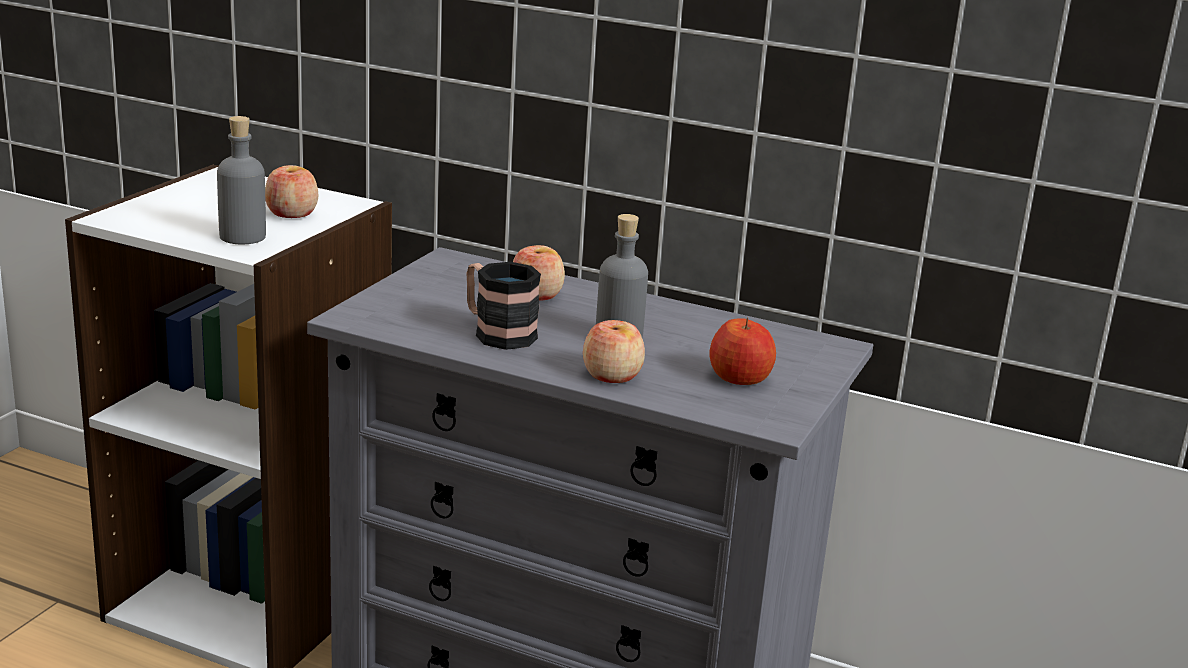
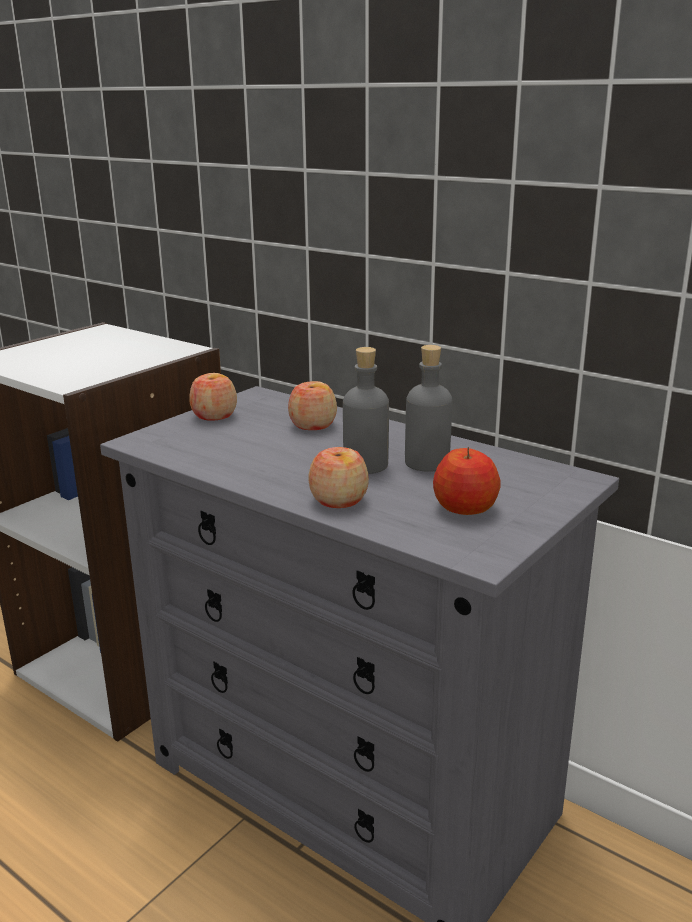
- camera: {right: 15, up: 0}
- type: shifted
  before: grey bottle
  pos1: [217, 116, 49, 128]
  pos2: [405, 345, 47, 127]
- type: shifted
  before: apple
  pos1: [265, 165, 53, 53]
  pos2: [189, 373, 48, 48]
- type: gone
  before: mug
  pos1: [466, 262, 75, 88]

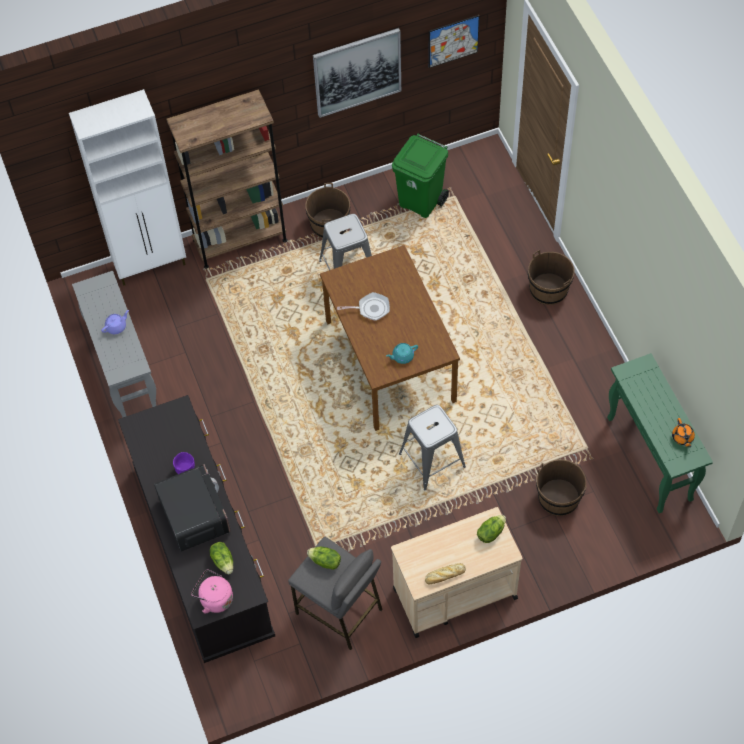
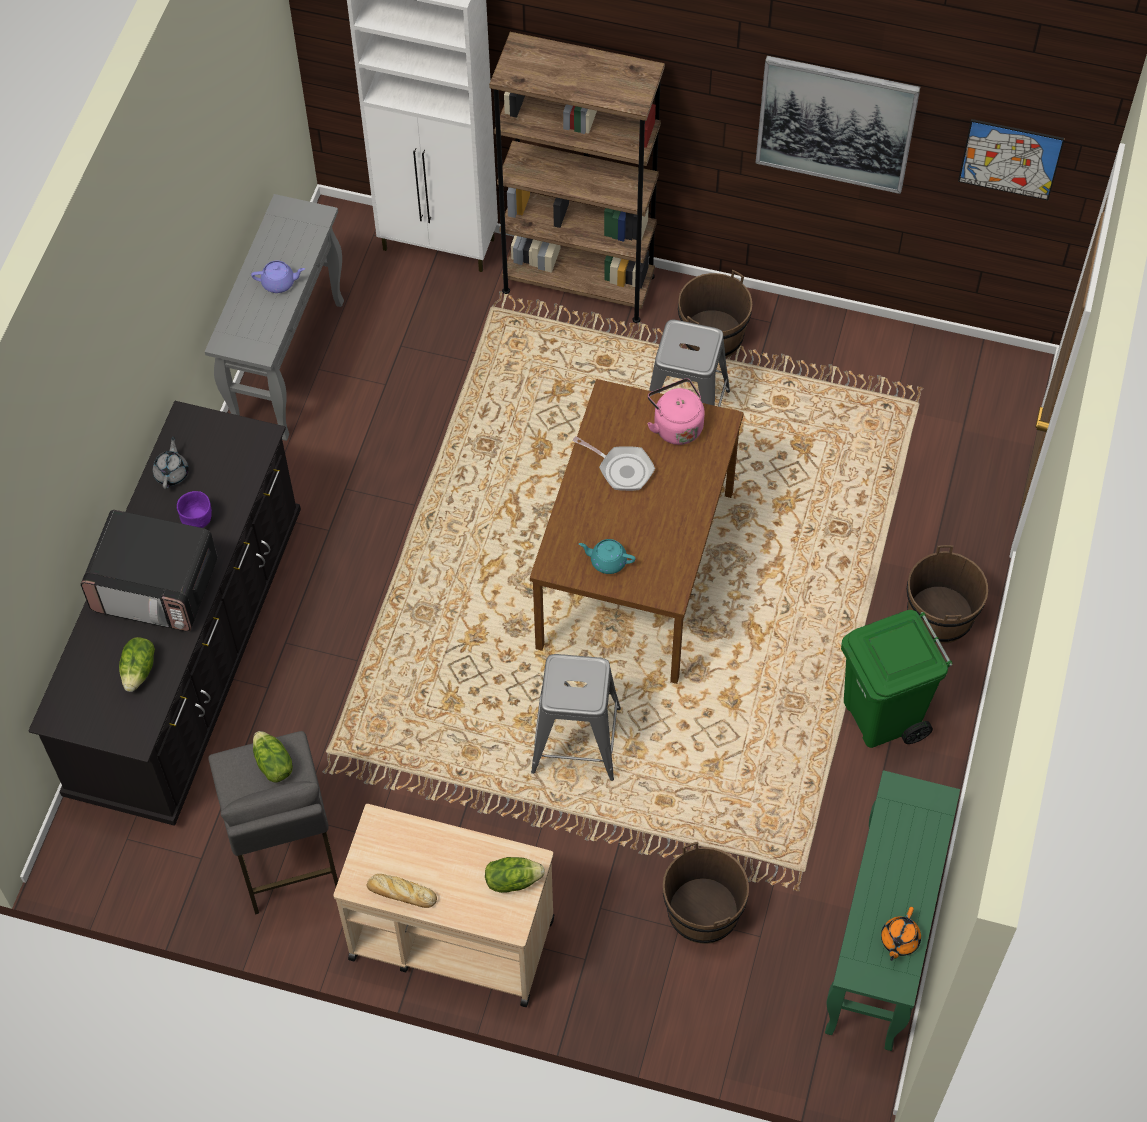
- camera: {right: 35, up: 0}
- type: shifted
  before: green trash can
  pos1: [392, 134, 57, 84]
  pos2: [841, 610, 112, 138]
- type: rotated
  before: microwave
  pos1: [154, 464, 77, 88]
  pos2: [81, 510, 137, 122]
  turn: 90
- type: shifted
  before: pink kettle
  pos1: [191, 569, 42, 44]
  pos2: [647, 378, 58, 67]
- type: new
  after: grey teapot
  pos2: [152, 436, 37, 53]

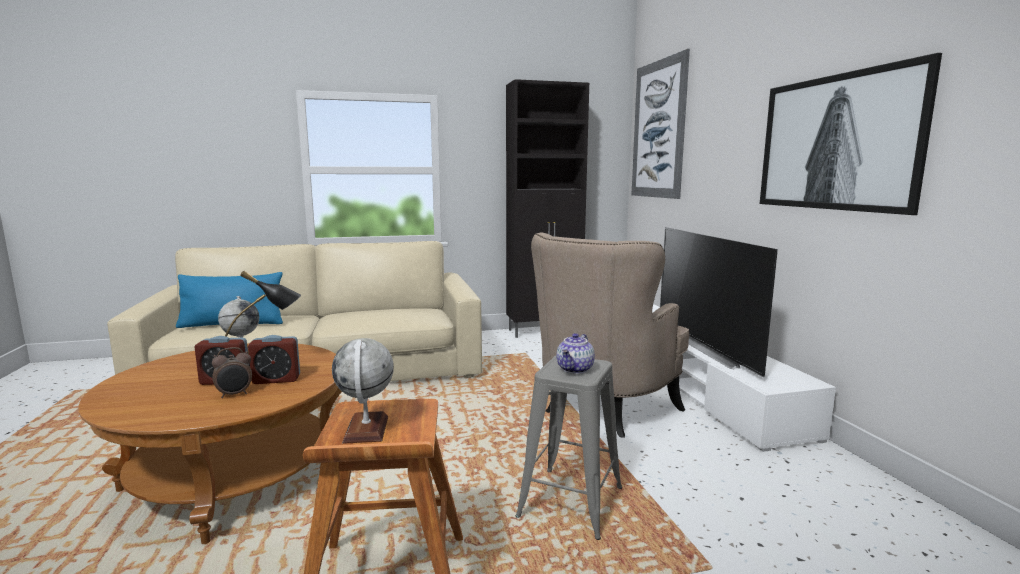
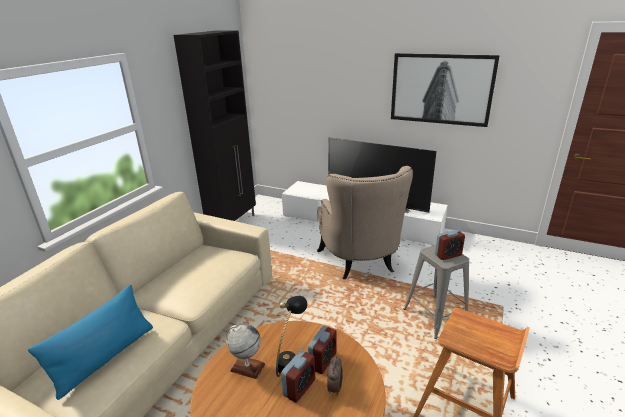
- camera: {right: -50, up: 15}
- type: gone
  before: picture
  pos1: [631, 49, 59, 150]
- type: swapped
  before: teapot
  after: alarm clock
  pos1: [556, 333, 39, 41]
  pos2: [435, 230, 30, 30]
- type: gone
  before: globe
  pos1: [332, 338, 62, 106]

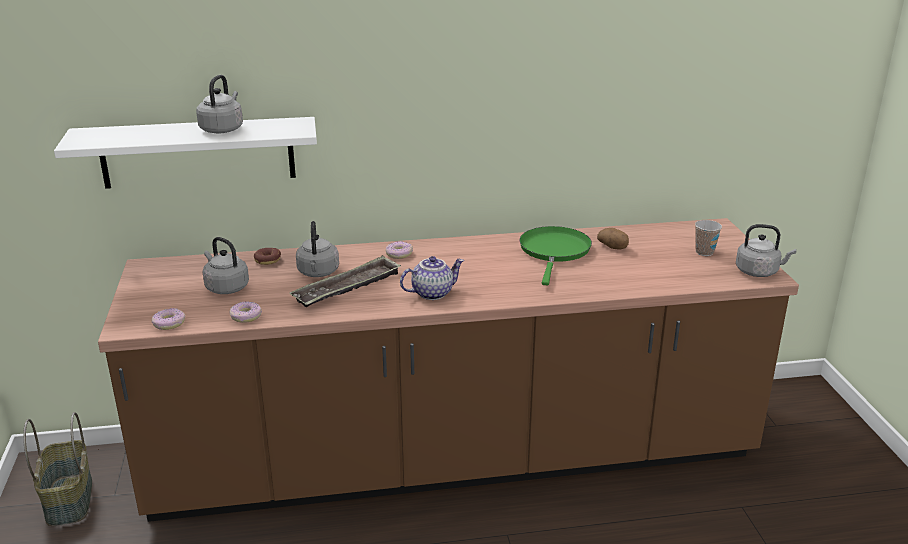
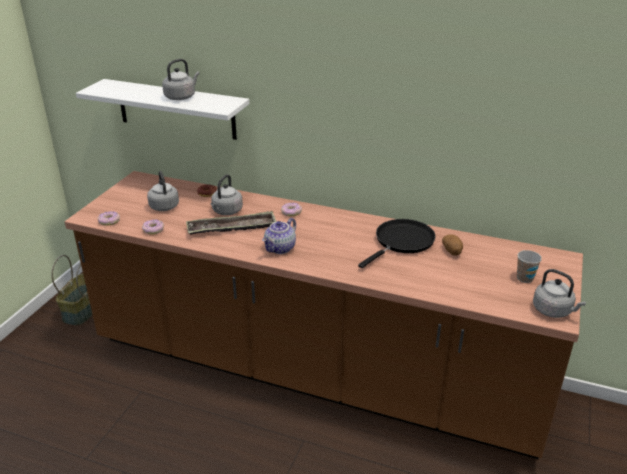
- camera: {right: 30, up: 5}
- type: repainted
  before: green frying pan
  after: black frying pan
  pos1: [519, 226, 73, 59]
  pos2: [358, 219, 78, 49]
- type: rotated
  before: teapot
  pos1: [400, 256, 64, 44]
  pos2: [262, 218, 34, 36]
  turn: 120

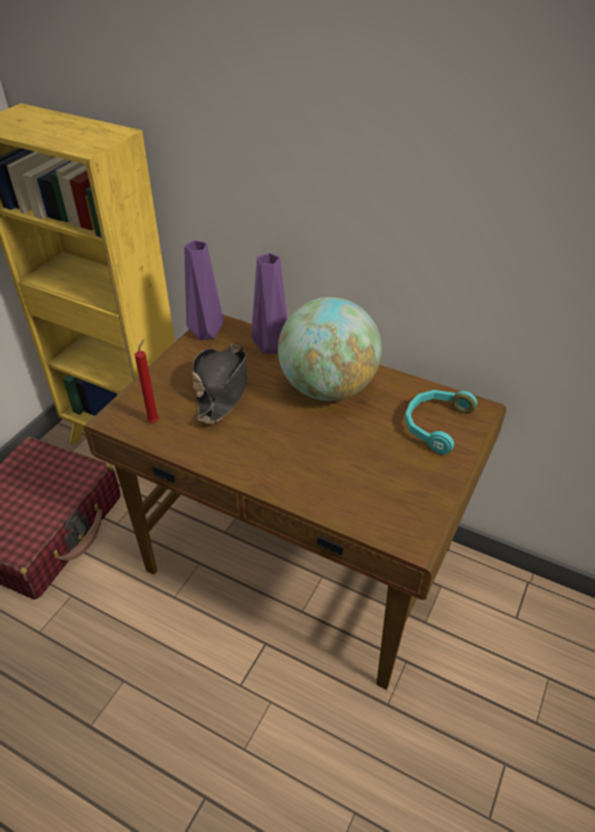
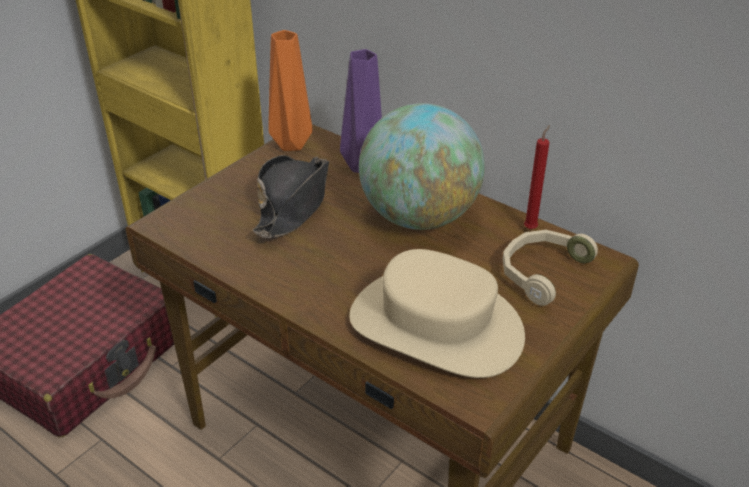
- camera: {right: 10, up: -5}
- type: repainted
  before: purple vase
  after: orange vase
  pos1: [184, 240, 40, 100]
  pos2: [268, 30, 45, 121]
- type: shifted
  before: red candle
  pos1: [135, 339, 24, 84]
  pos2: [524, 125, 26, 104]
- type: repainted
  before: turquoise headphones
  after: beige headphones
  pos1: [405, 390, 72, 64]
  pos2: [502, 230, 96, 76]
- type: new
  after: beige hat
  pos2: [349, 249, 176, 129]

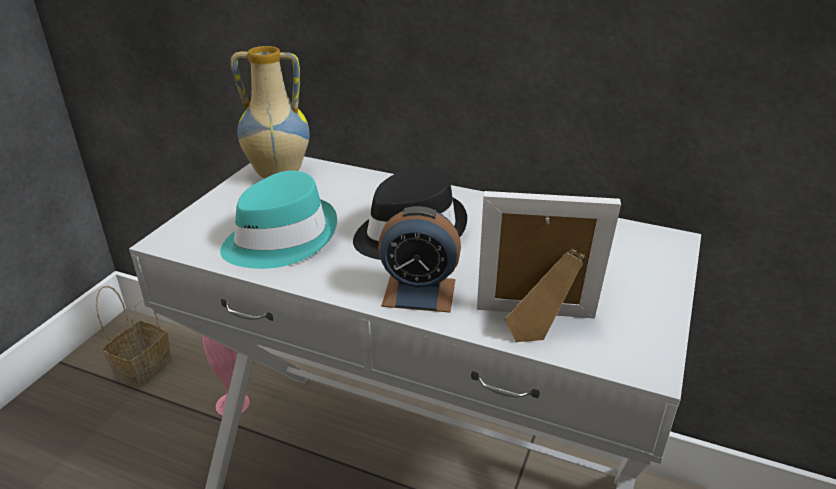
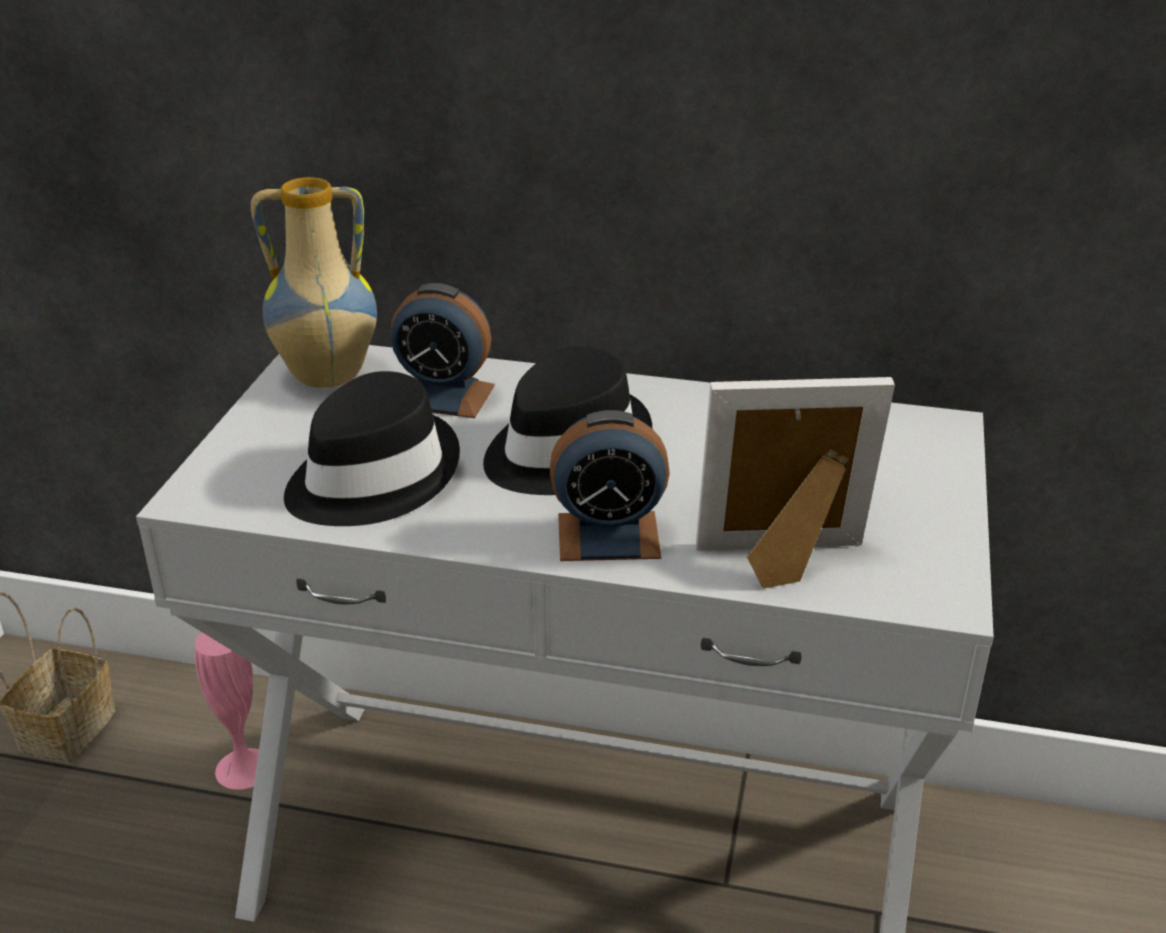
- camera: {right: -10, up: 0}
- type: repainted
  before: turquoise hat
  after: black hat
  pos1: [220, 171, 117, 98]
  pos2: [284, 371, 176, 155]
- type: new
  after: alarm clock
  pos2: [391, 283, 104, 135]

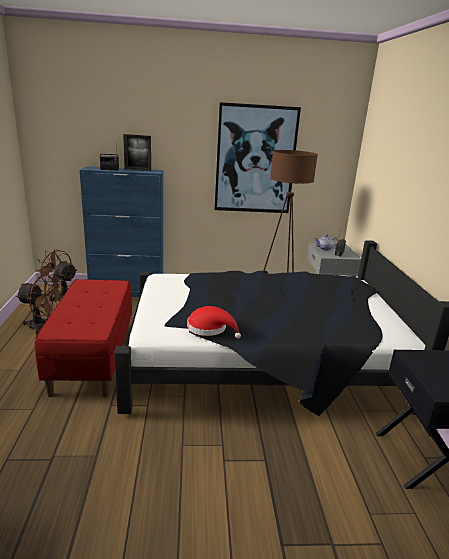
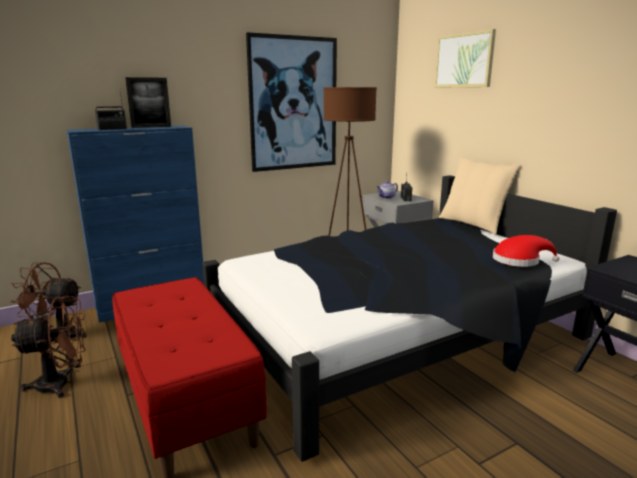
- camera: {right: -25, up: -5}
- type: shifted
  before: red hat
  pos1: [187, 306, 54, 32]
  pos2: [493, 235, 67, 32]
- type: new
  after: picture
  pos2: [434, 29, 62, 59]
- type: new
  after: beige pillow
  pos2: [439, 157, 82, 77]

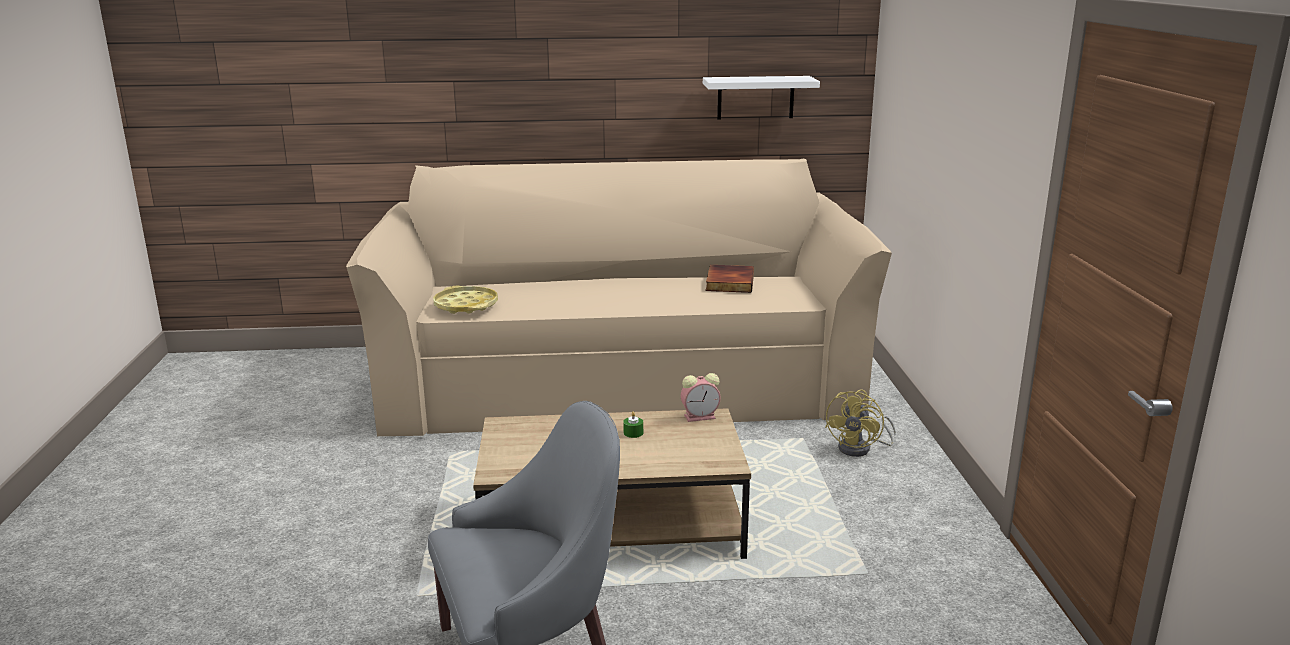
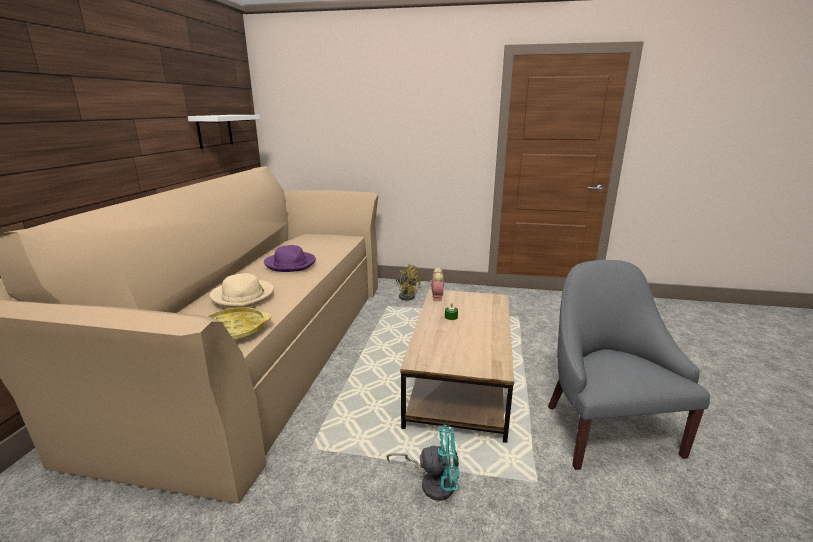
- camera: {right: -75, up: 0}
- type: gone
  before: book
  pos1: [706, 265, 48, 28]
- type: new
  after: purple hat
  pos2: [264, 245, 52, 27]
- type: new
  after: beige hat
  pos2: [210, 273, 64, 35]
- type: new
  after: turquoise fan
  pos2: [387, 425, 72, 76]

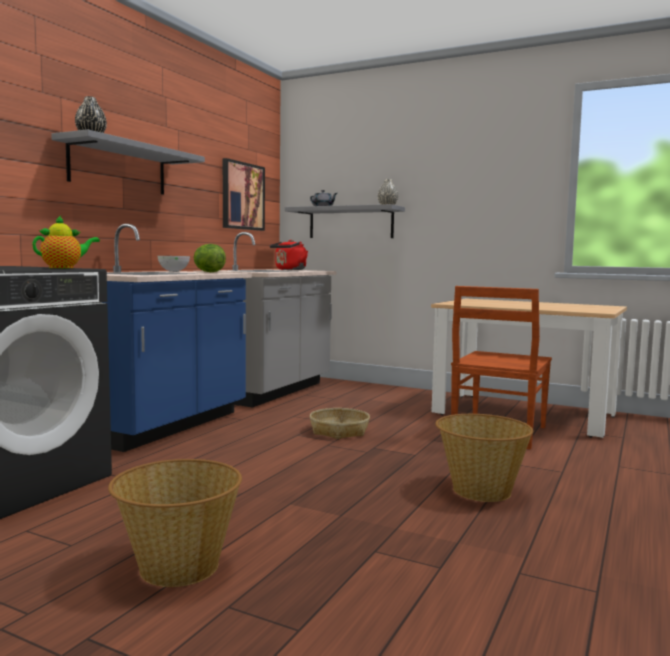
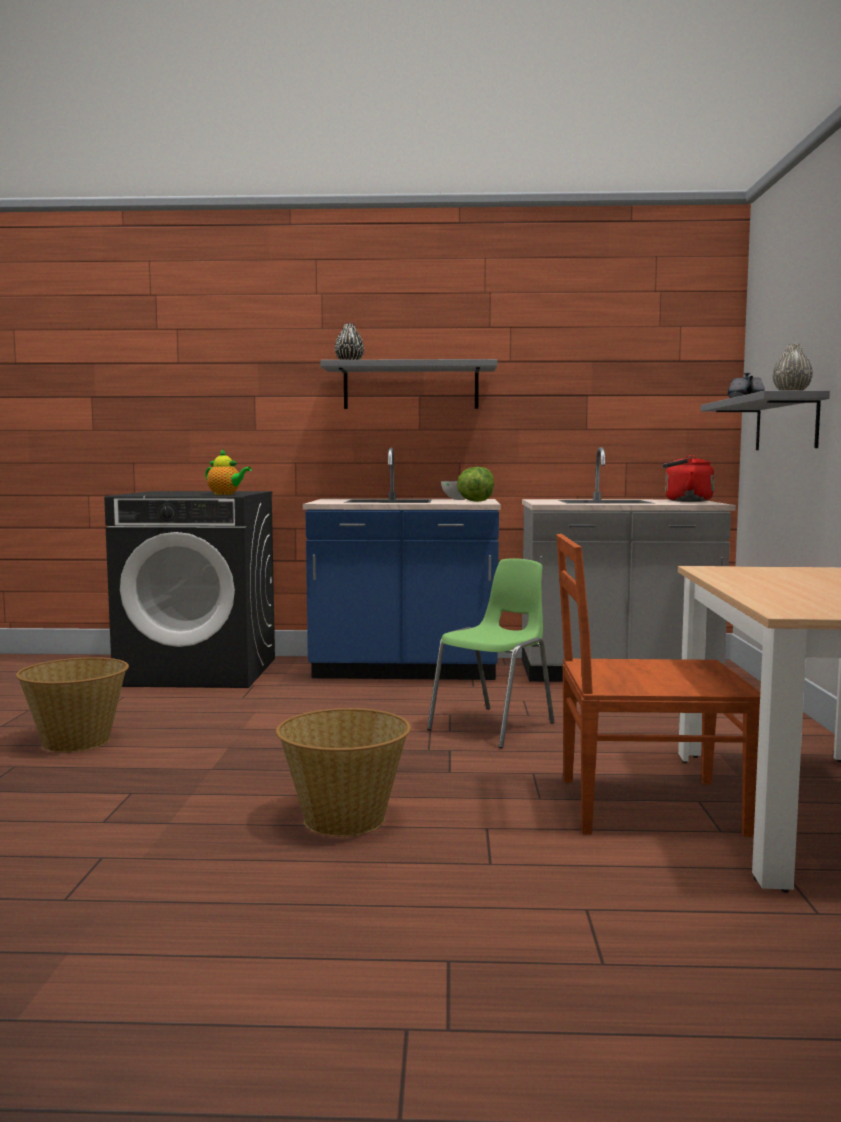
- camera: {right: 65, up: 0}
- type: gone
  before: picture
  pos1: [223, 158, 42, 73]
- type: swapped
  before: basket
  after: green chair
  pos1: [310, 408, 60, 31]
  pos2: [427, 558, 128, 191]

